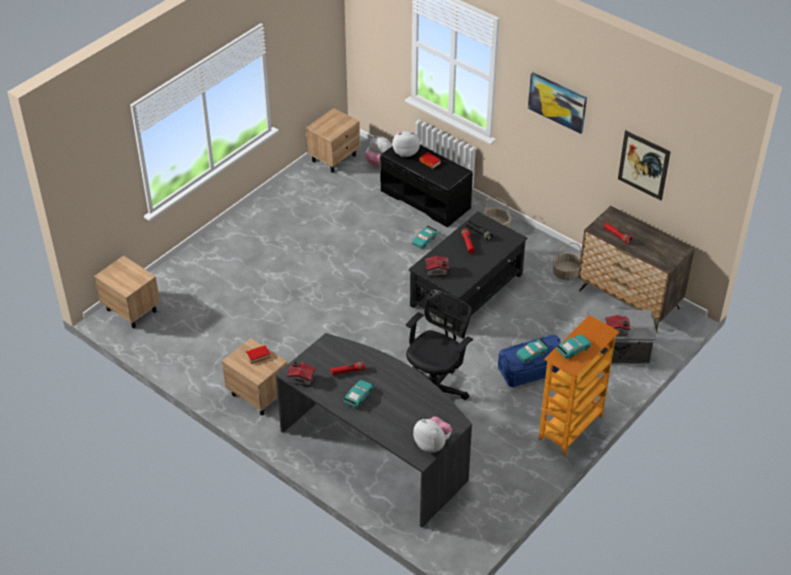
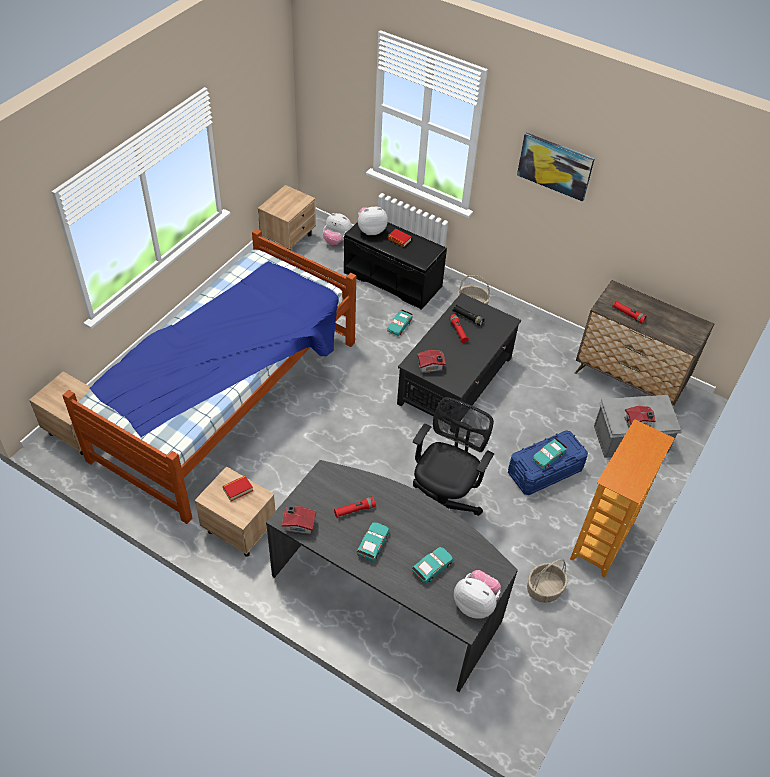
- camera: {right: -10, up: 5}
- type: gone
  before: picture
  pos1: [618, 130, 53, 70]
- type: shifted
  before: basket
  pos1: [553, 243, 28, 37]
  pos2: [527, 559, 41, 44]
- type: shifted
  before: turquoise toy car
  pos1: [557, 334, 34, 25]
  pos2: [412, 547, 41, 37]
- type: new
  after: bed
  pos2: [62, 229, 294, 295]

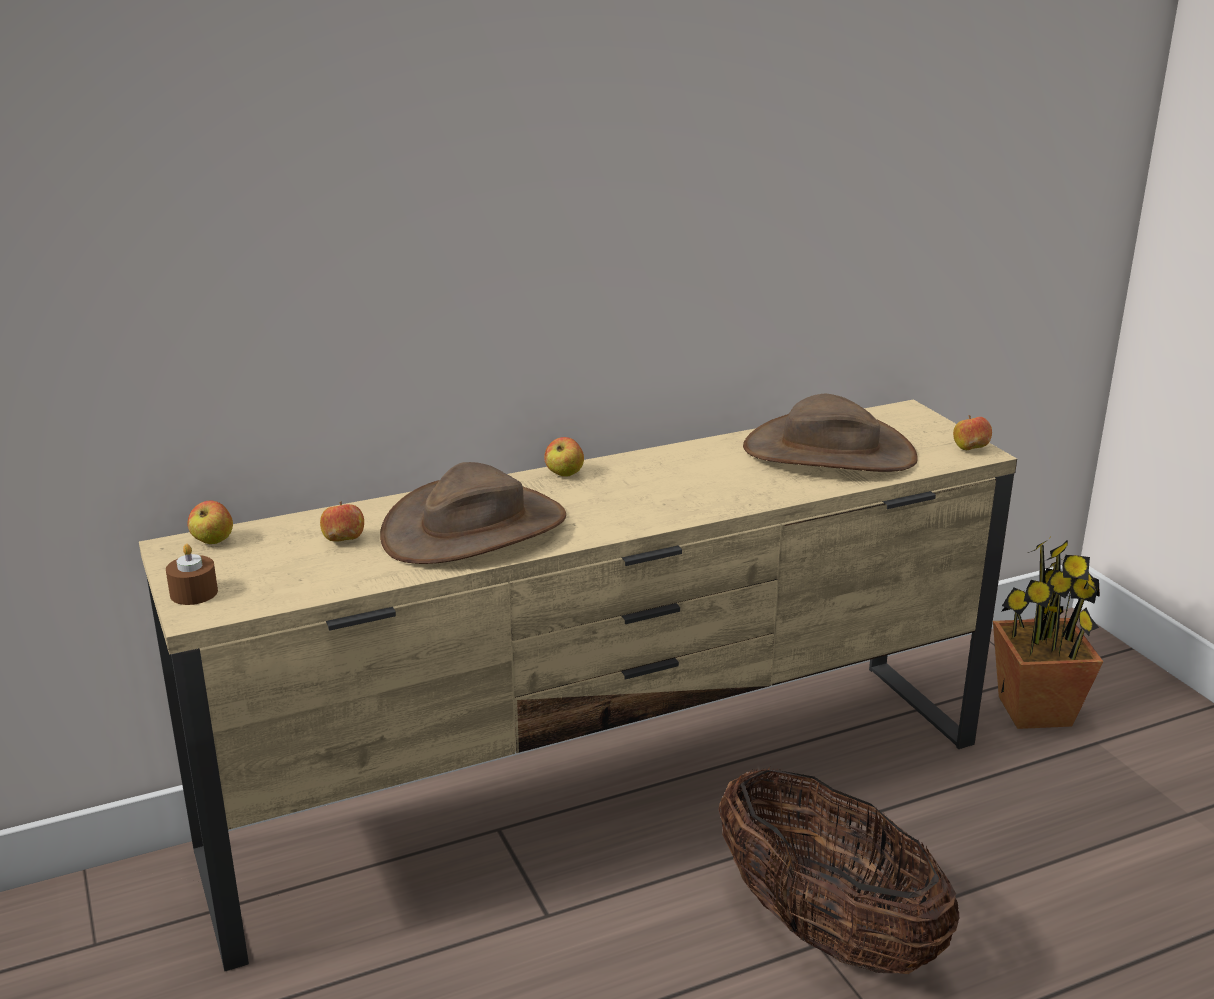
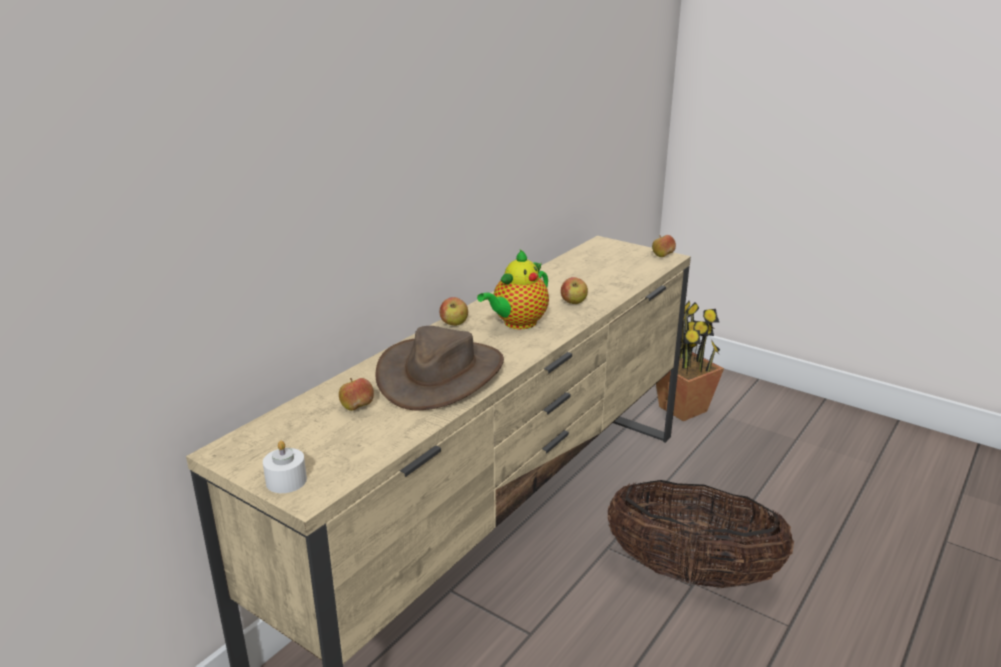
- camera: {right: -30, up: 0}
- type: gone
  before: brown hat
  pos1: [743, 394, 175, 78]
- type: shifted
  before: apple
  pos1: [188, 500, 45, 44]
  pos2: [561, 277, 27, 27]
- type: repainted
  before: brown candle
  after: white candle
  pos1: [166, 544, 52, 61]
  pos2: [263, 441, 44, 52]
- type: new
  after: teapot
  pos2: [477, 250, 72, 79]

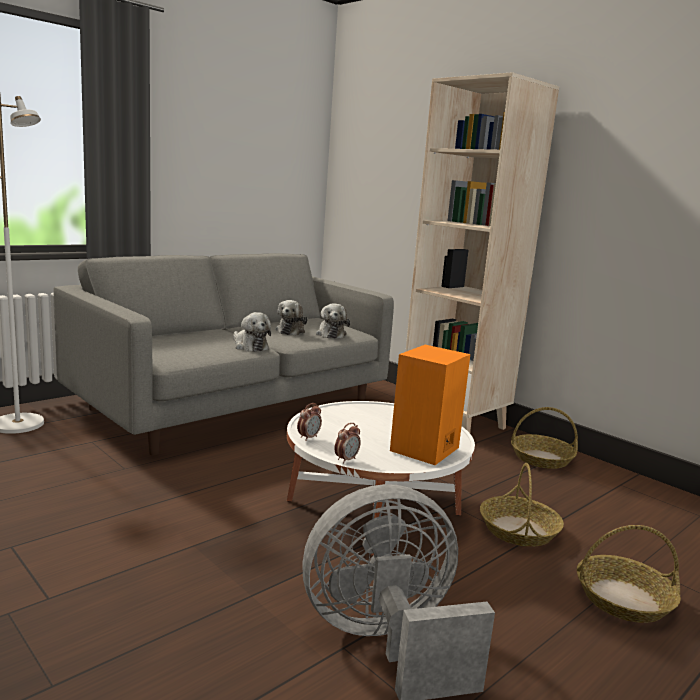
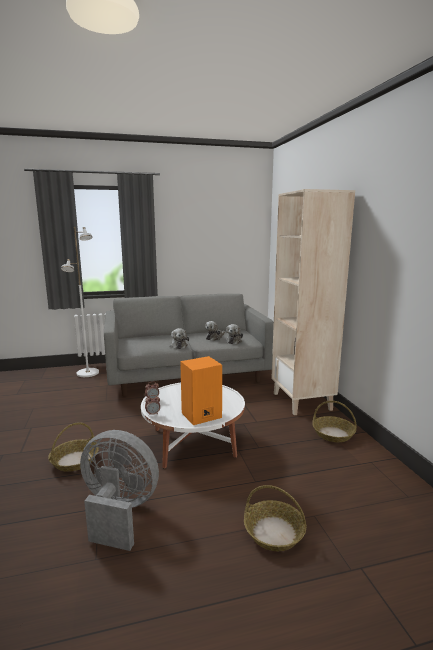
- camera: {right: 30, up: 0}
- type: shifted
  before: basket
  pos1: [480, 463, 84, 84]
  pos2: [48, 422, 51, 50]

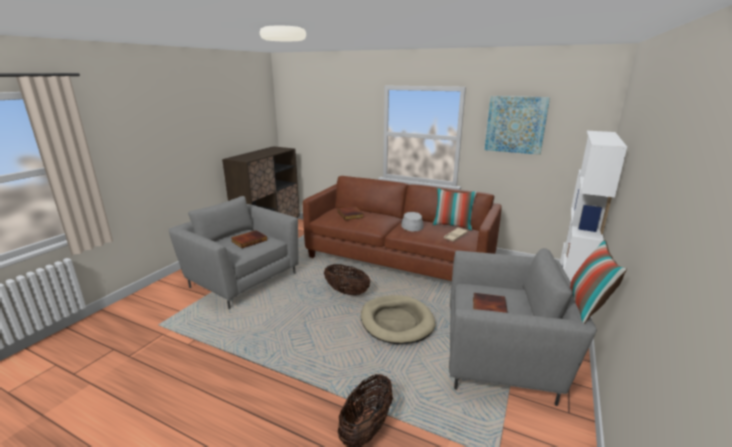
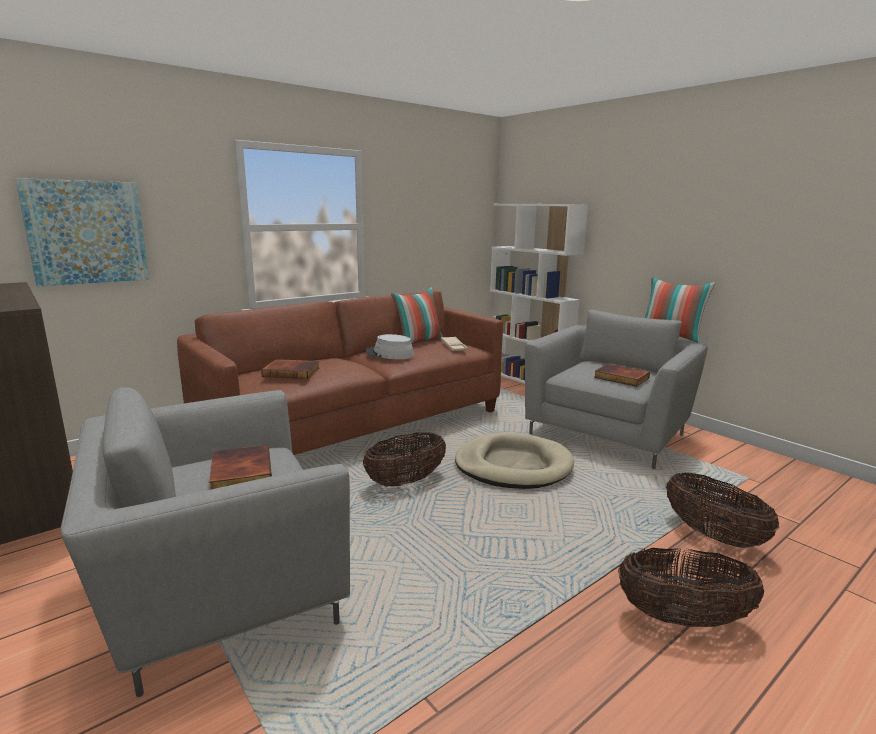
- camera: {right: -65, up: -5}
- type: shifted
  before: picture
  pos1: [485, 96, 65, 59]
  pos2: [15, 178, 134, 109]
- type: new
  after: basket
  pos2: [618, 548, 146, 79]

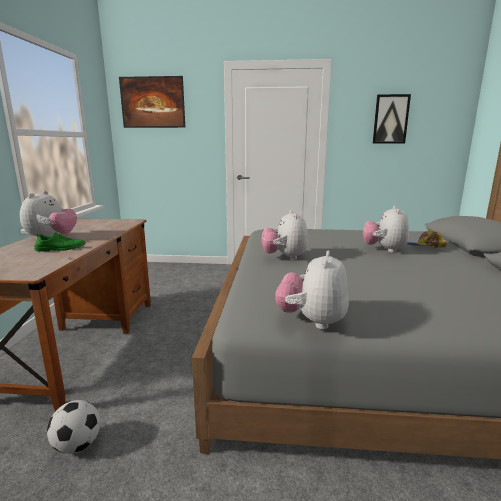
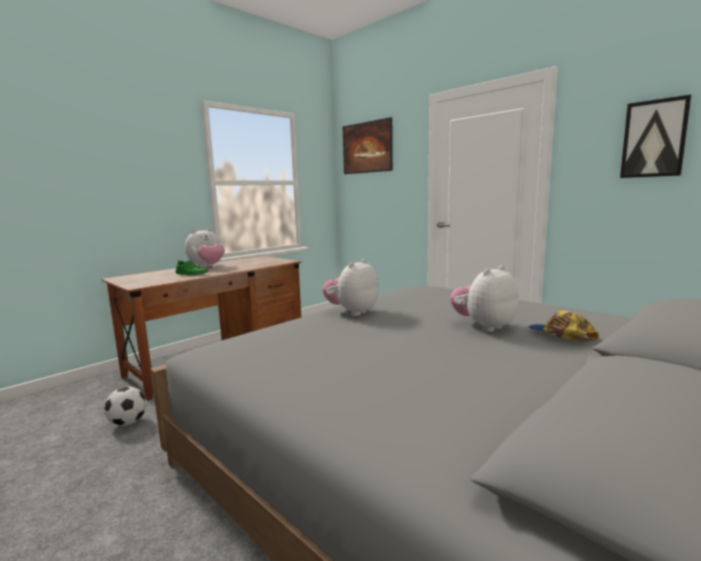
- camera: {right: 40, up: -5}
- type: gone
  before: plush toy
  pos1: [275, 251, 74, 78]

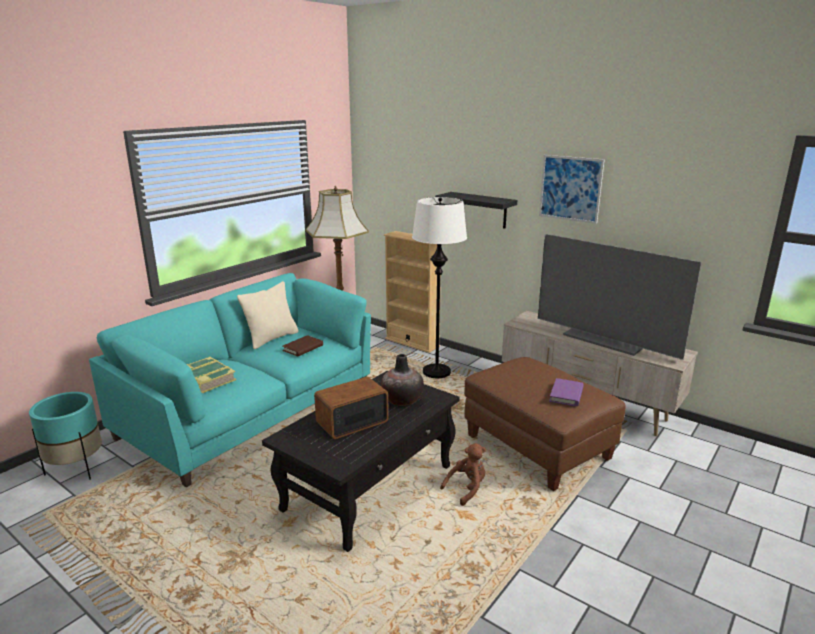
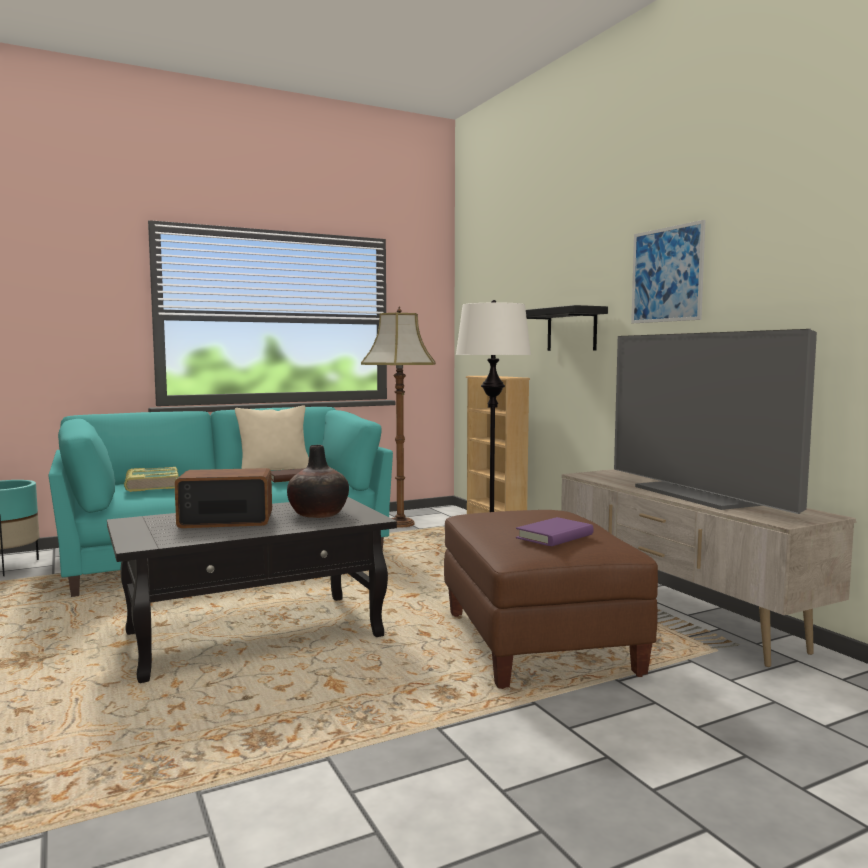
- camera: {right: 25, up: -15}
- type: gone
  before: brown plush toy
  pos1: [440, 443, 46, 63]

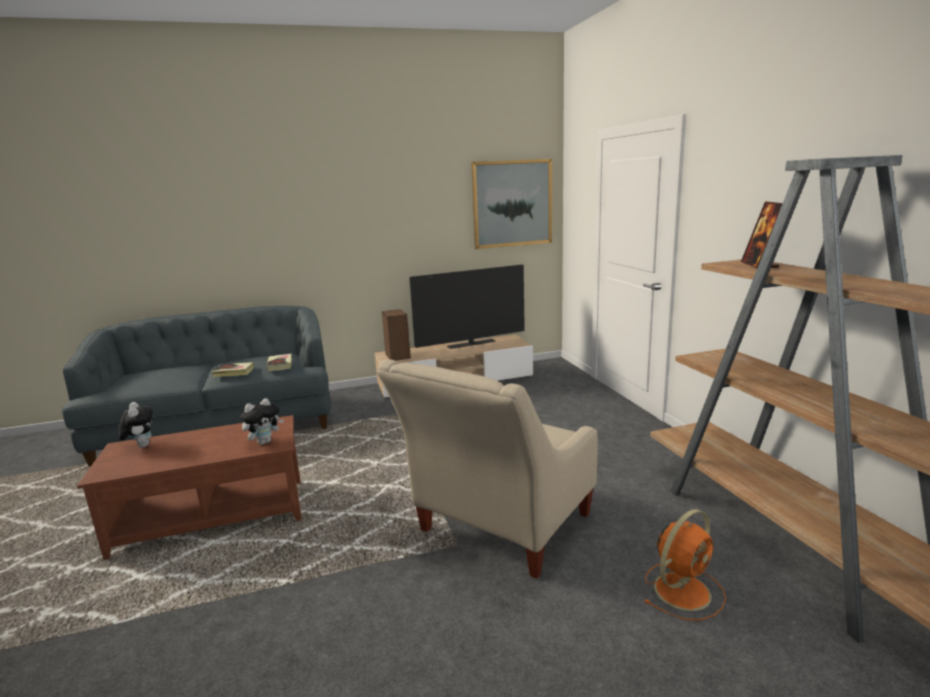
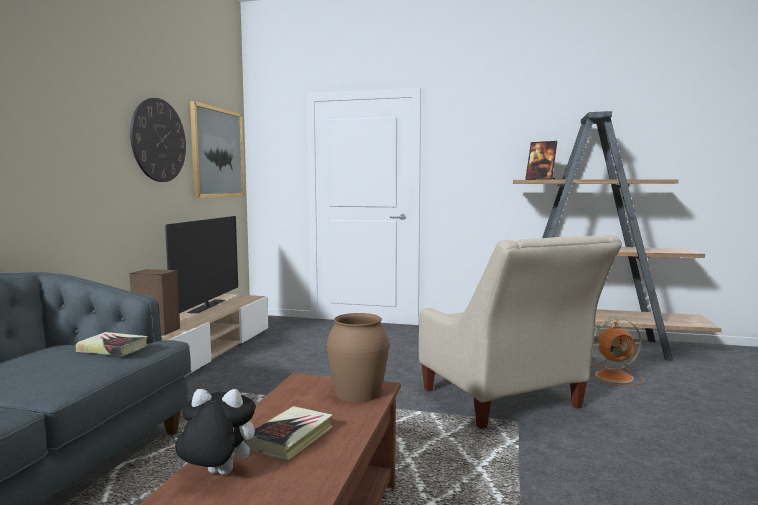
- camera: {right: -60, up: -10}
- type: shifted
  before: book
  pos1: [212, 362, 42, 15]
  pos2: [244, 406, 89, 54]
- type: swapped
  before: plush toy
  after: brown vase
  pos1: [241, 398, 43, 47]
  pos2: [327, 313, 62, 89]
- type: rotated
  before: orange fan
  pos1: [645, 509, 81, 111]
  pos2: [590, 318, 54, 68]
  turn: 90
- type: new
  after: wall clock
  pos2: [130, 98, 56, 84]

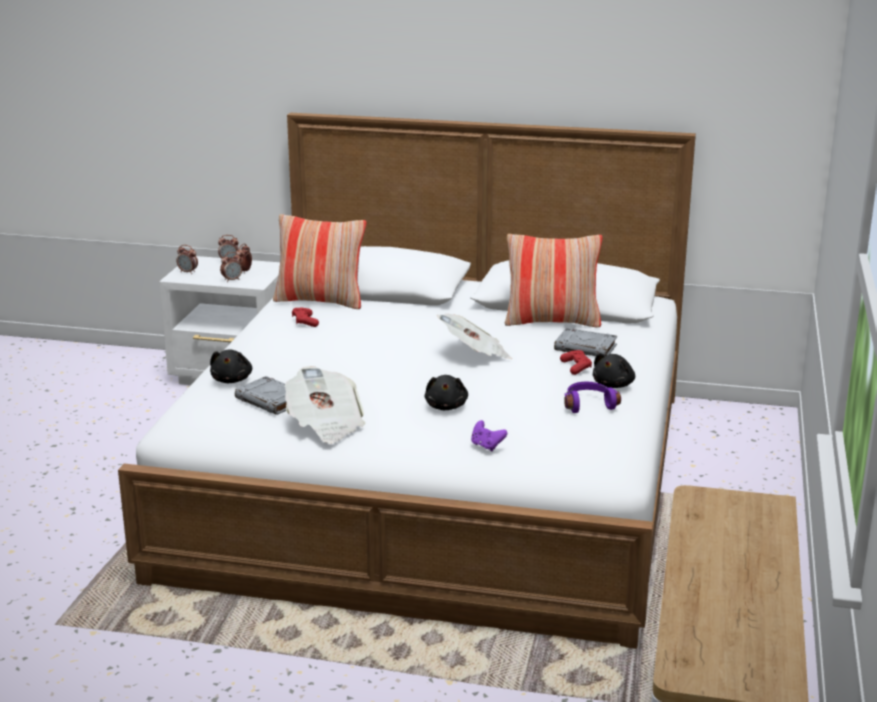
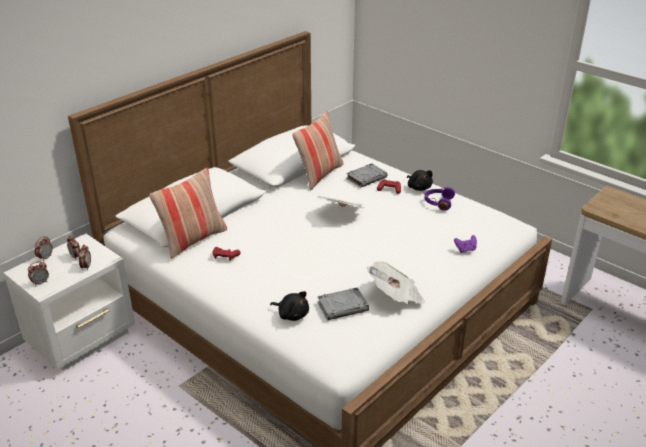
- camera: {right: -60, up: 10}
- type: gone
  before: black plush toy
  pos1: [425, 375, 43, 35]

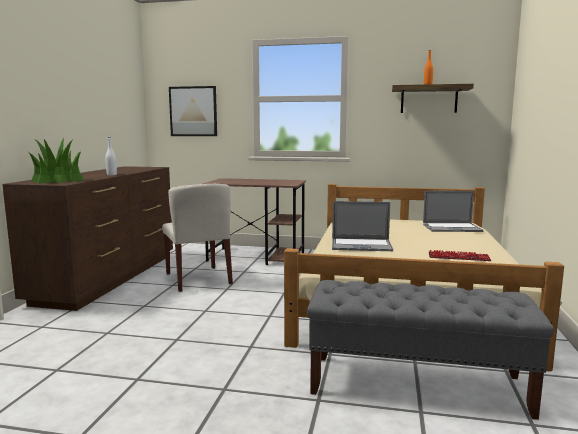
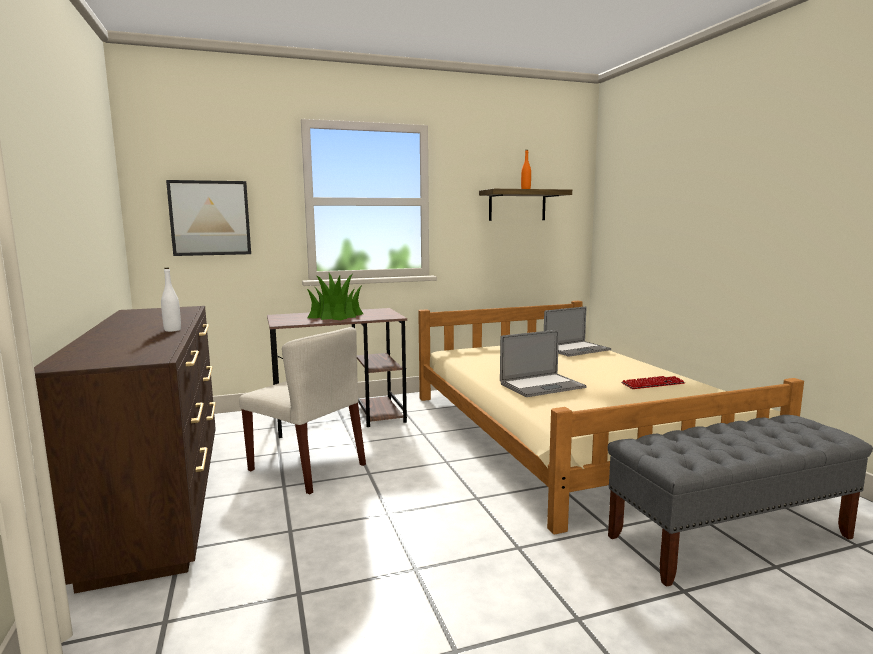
- camera: {right: -30, up: 0}
- type: shifted
  before: potted plant
  pos1: [28, 138, 56, 46]
  pos2: [307, 273, 56, 47]

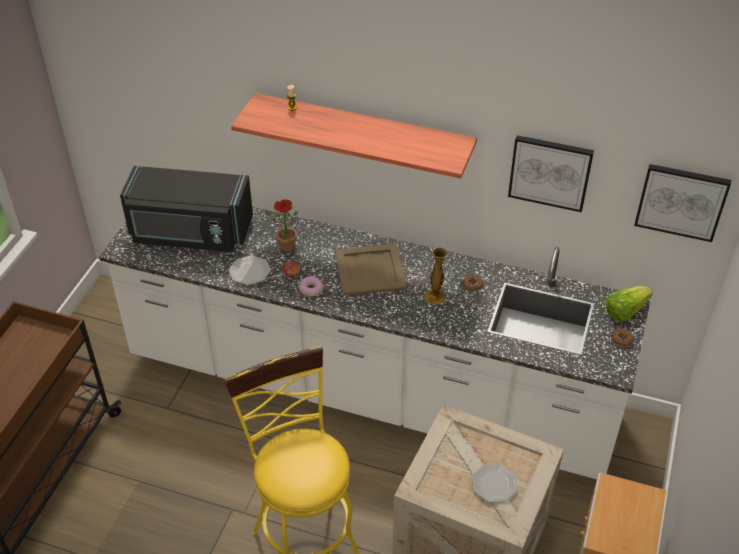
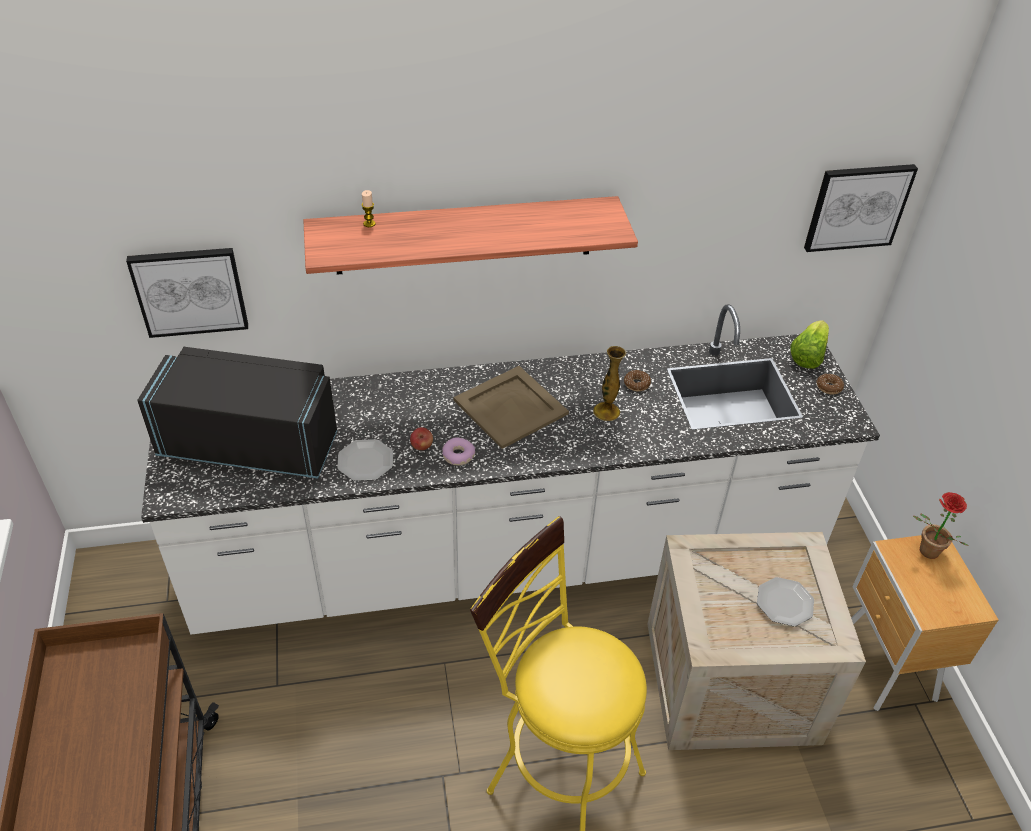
- camera: {right: -30, up: 0}
- type: shifted
  before: picture
  pos1: [508, 135, 86, 77]
  pos2: [126, 248, 122, 90]
- type: rotated
  before: black microwave
  pos1: [120, 166, 133, 86]
  pos2: [137, 347, 200, 132]
  turn: -150
- type: shifted
  before: potted plant
  pos1: [264, 200, 34, 53]
  pos2: [913, 492, 56, 67]

